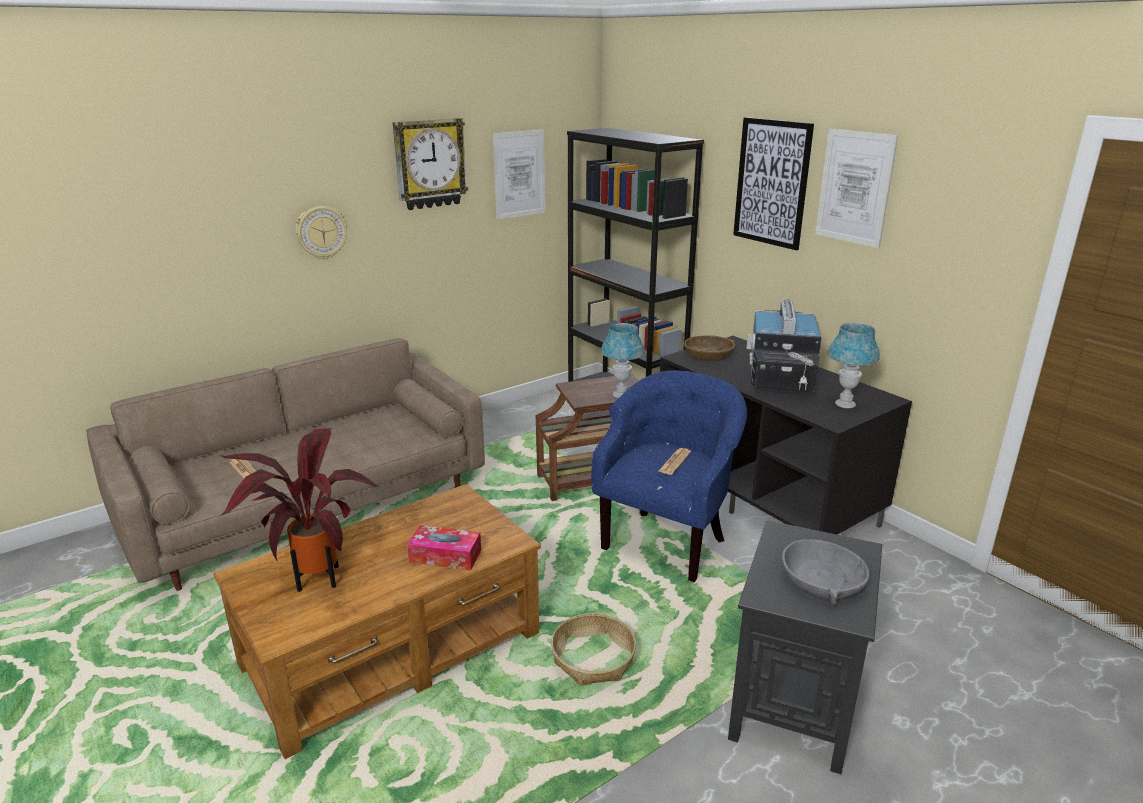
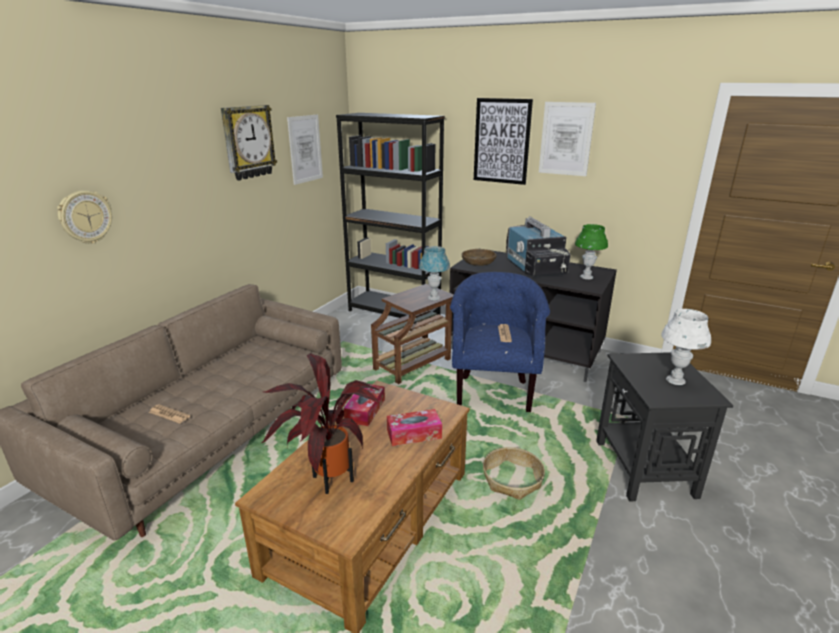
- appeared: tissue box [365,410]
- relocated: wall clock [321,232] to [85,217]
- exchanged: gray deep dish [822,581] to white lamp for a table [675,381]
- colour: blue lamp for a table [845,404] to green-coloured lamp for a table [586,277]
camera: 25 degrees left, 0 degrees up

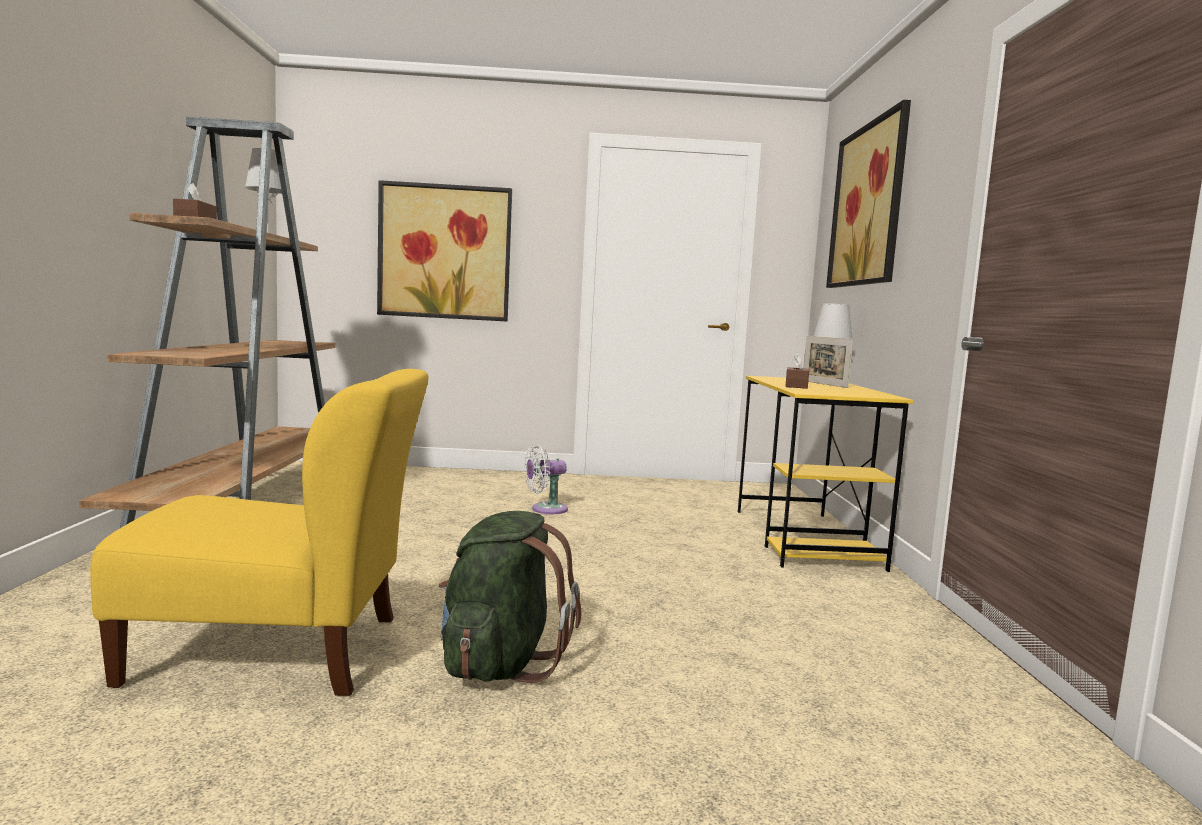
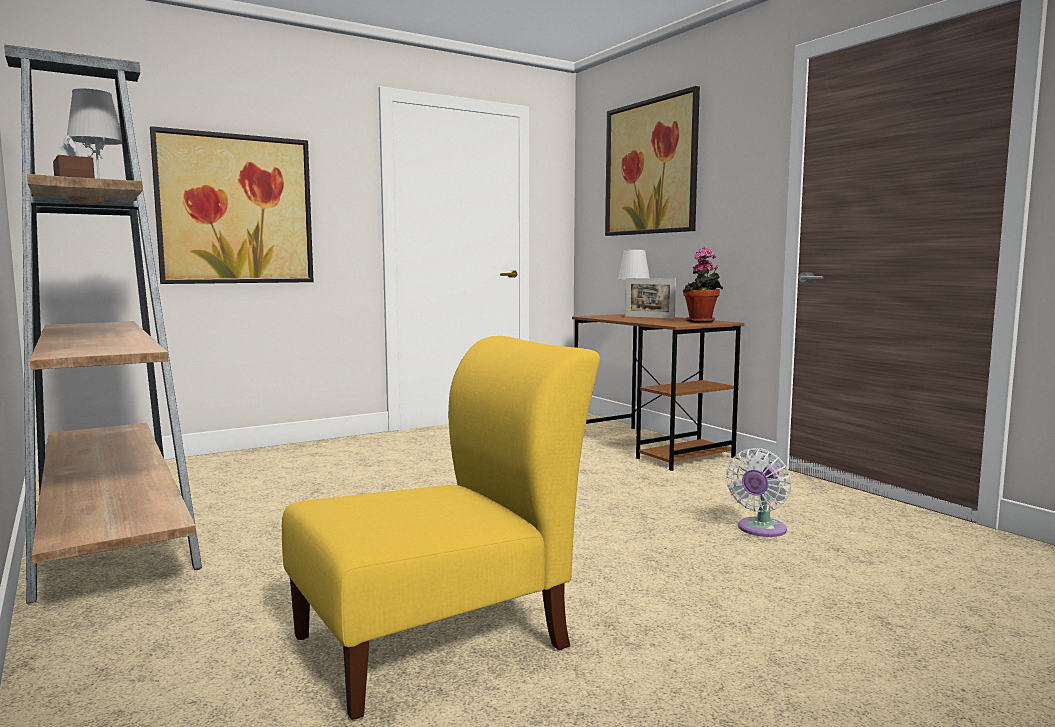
- missing: green-coloured backpack [500,663]
- missing: brown-coloured tissue box [796,386]
- appeared: potted plant [701,321]
- relocated: white fan [545,509] to [760,530]
- colour: yellowish desk table [805,538] to brown-coloured desk table [651,447]
camera: 30 degrees left, 0 degrees up

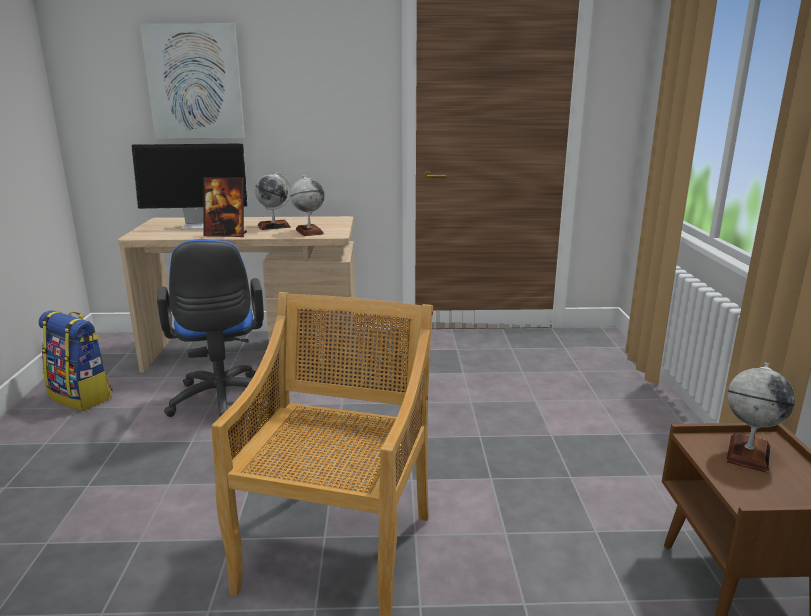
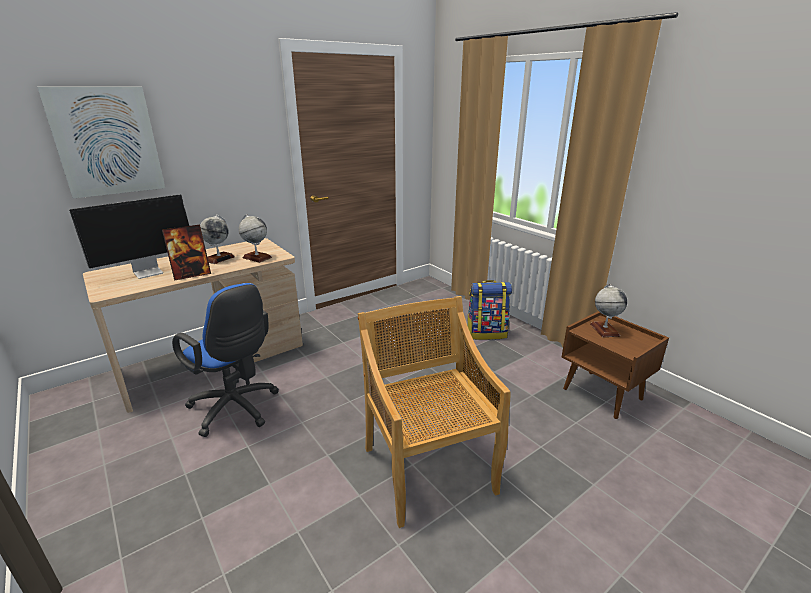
- relocated: backpack [82,397] to [486,333]
camera: 35 degrees left, 5 degrees up

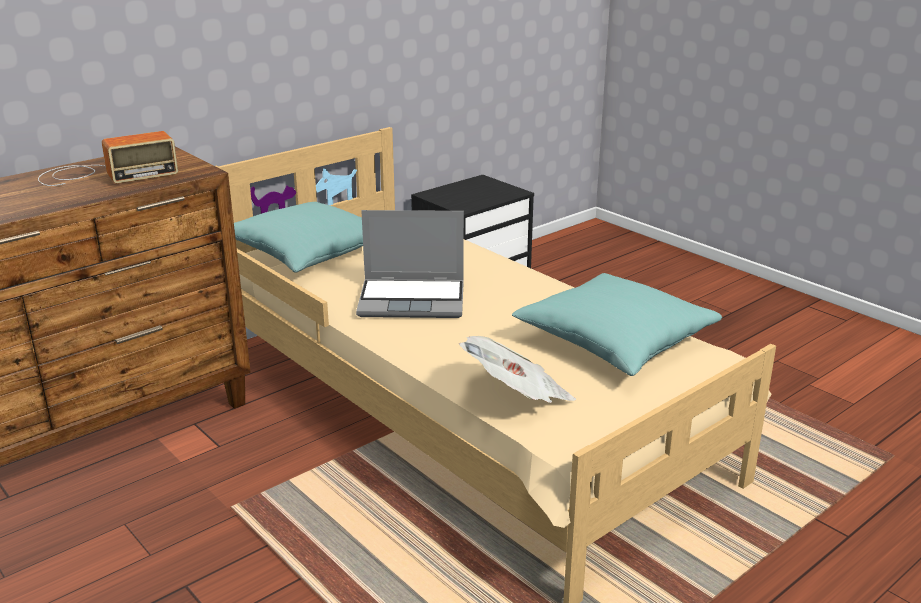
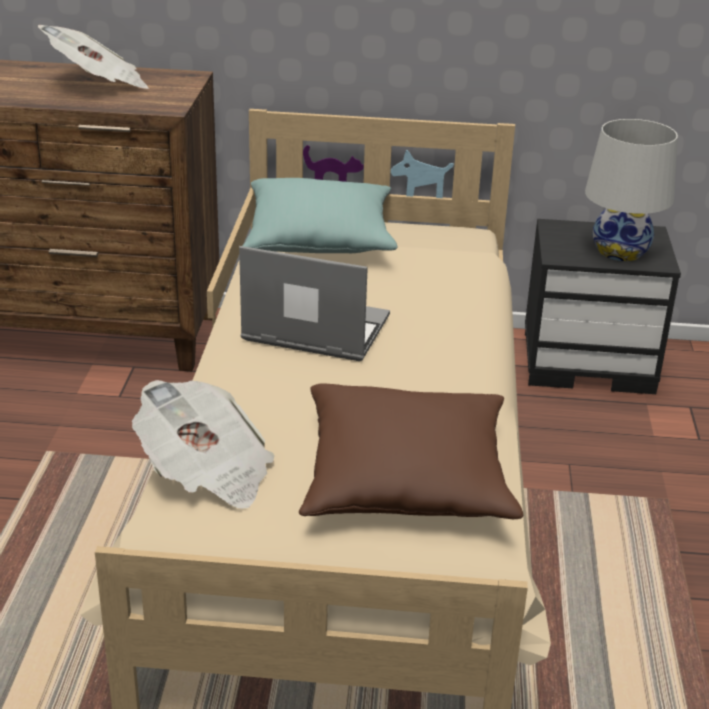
- appeared: white lamp for a table [620,251]
- exchanged: radio set [103,174] to printed paper [98,84]
- colour: turquoise-coloured pillow [614,342] to brown-coloured pillow [406,479]
- spun: laptop [413,300] = [313,330] 150 degrees clockwise
camera: 45 degrees right, 5 degrees up

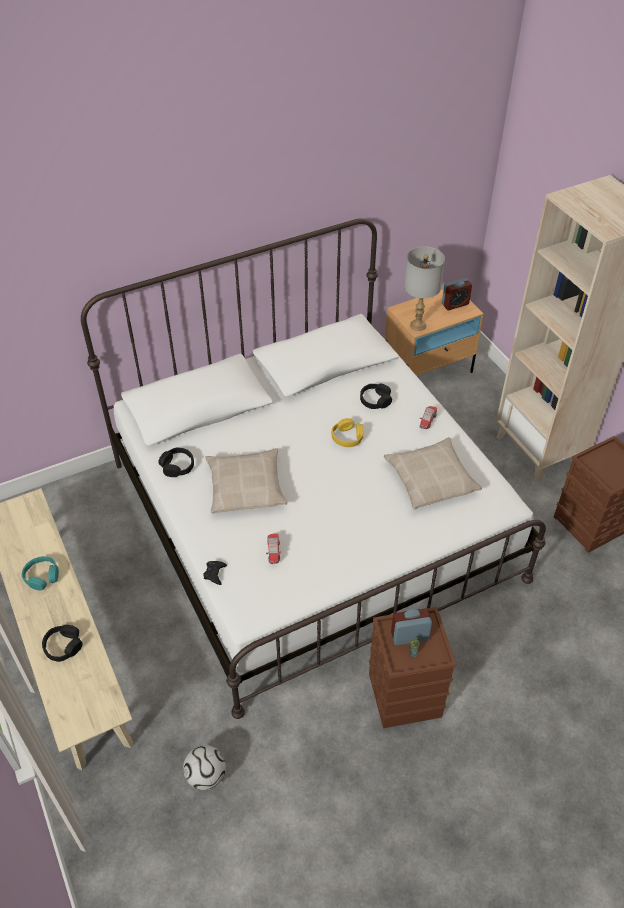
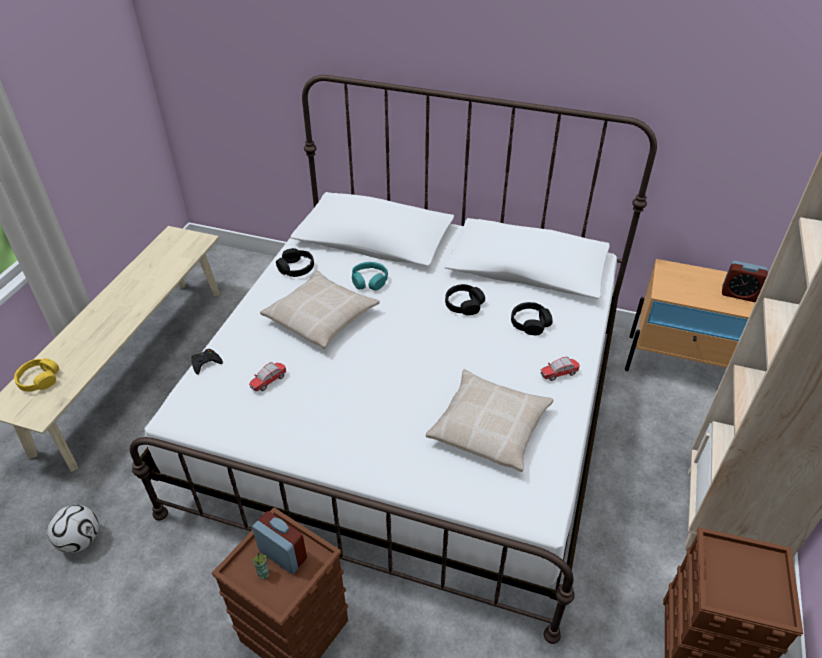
- missing: gray lamp for a table [418,325]
- relocated: turquoise-coloured headset [42,576] to [369,281]
- relocated: black headset [63,646] to [464,304]
- relocated: yellowish headset [347,437] to [39,380]
camera: 45 degrees right, 5 degrees down

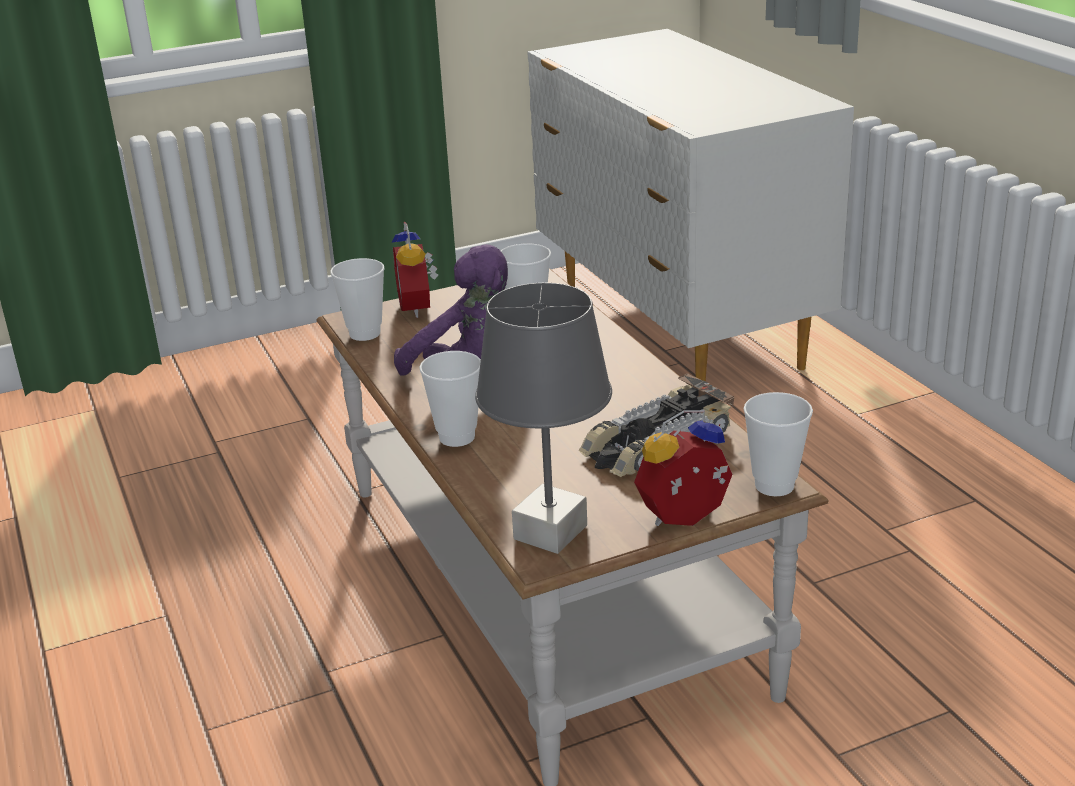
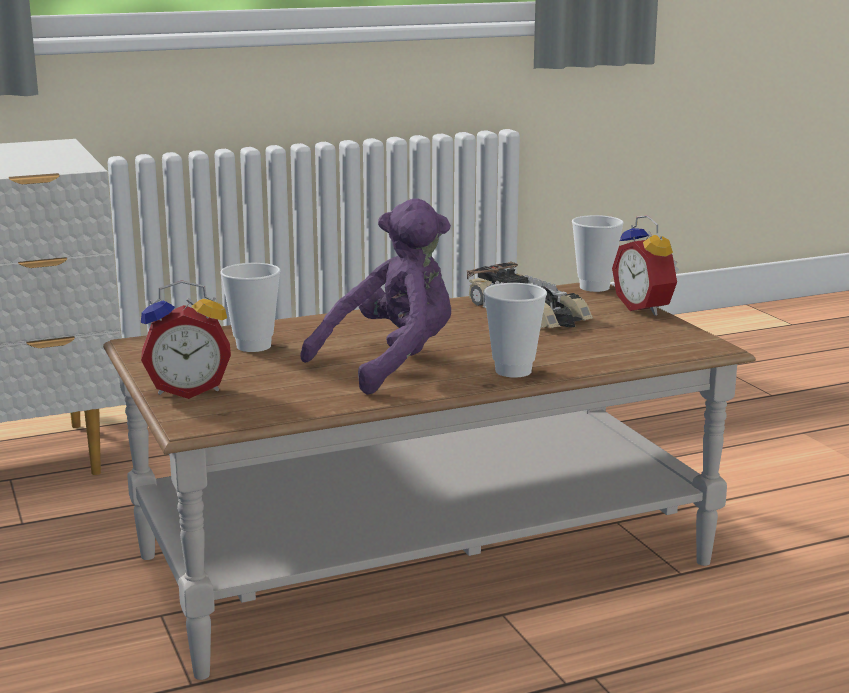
- missing: drinking cup [365,333]
- missing: gray lamp for a table [550,533]
camera: 90 degrees left, 10 degrees down

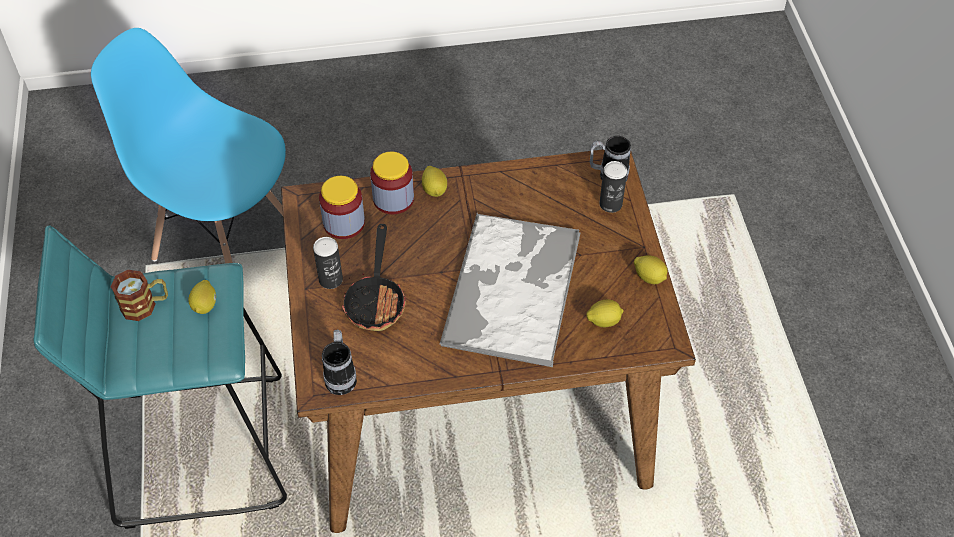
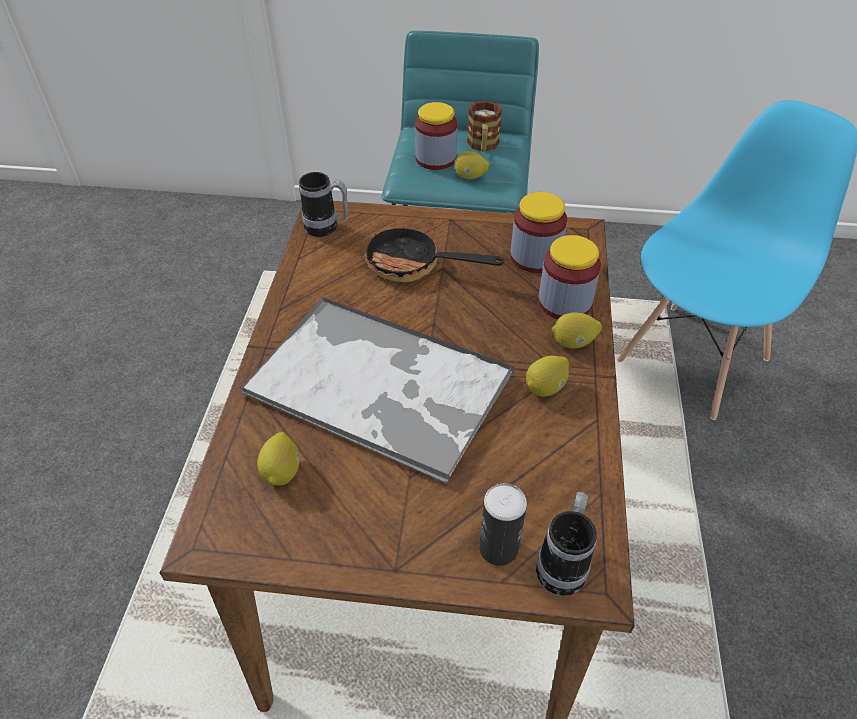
- missing: can [330,279]
- appeared: jar [435,158]
- relocated: citrus fruit [649,277] to [546,387]
camera: 105 degrees right, 5 degrees down

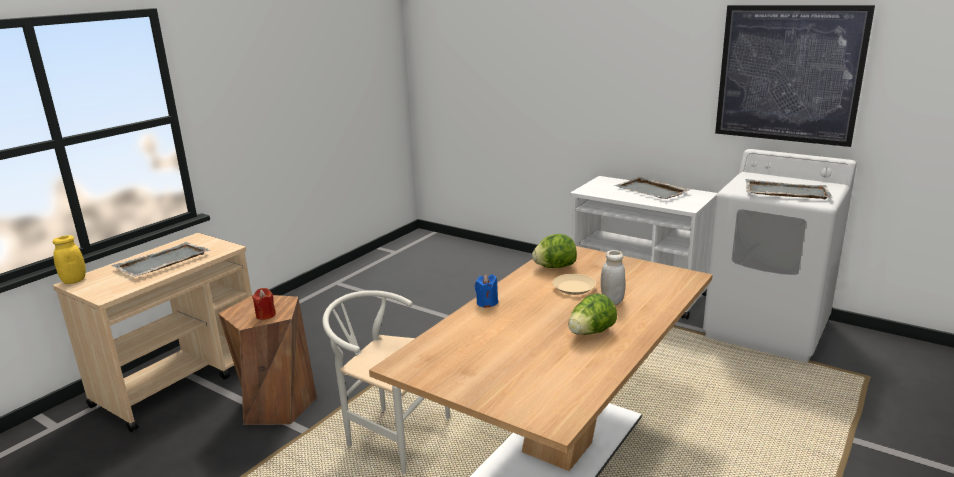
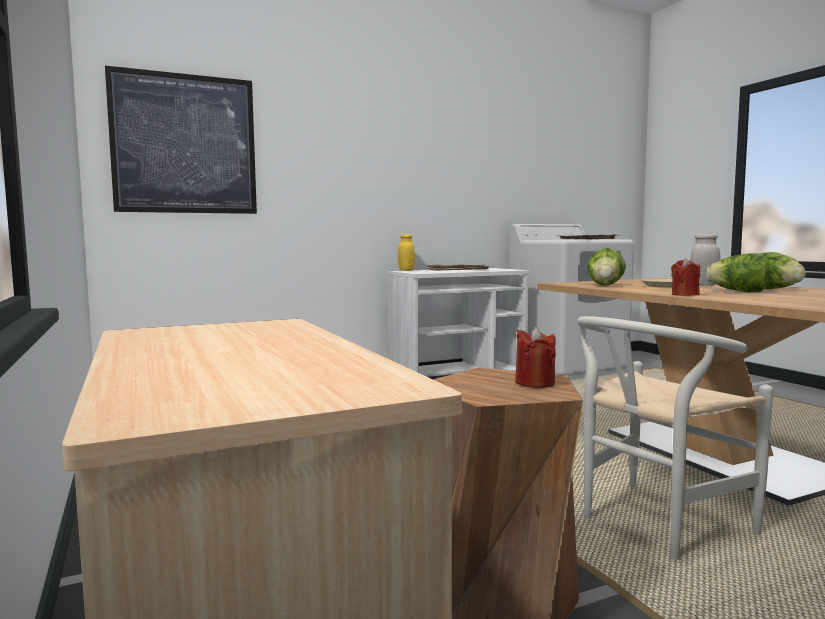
- missing: gray tray [162,262]
- appeared: lettuce [738,292]
- relocated: yellowish jar [74,280] to [406,270]
- relocated: wall art [788,74] to [185,144]
- colour: blue candle [487,303] to reddish candle [685,295]
camera: 60 degrees left, 15 degrees down

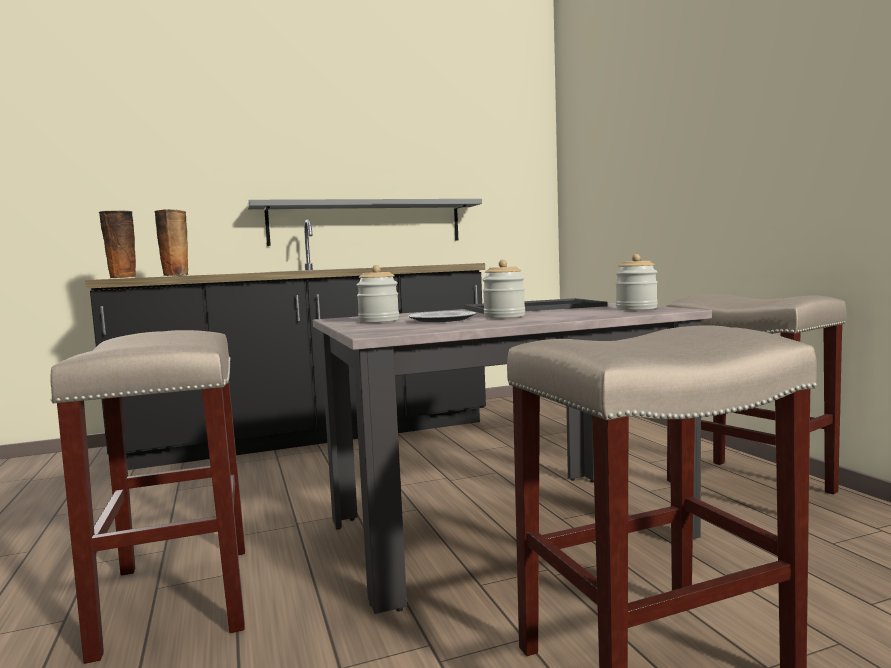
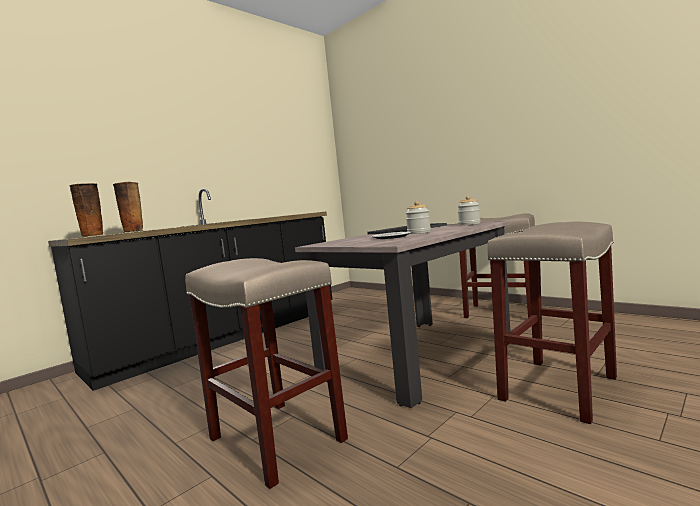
- missing: gray wall shelf [366,223]
- missing: jar [379,320]
camera: 25 degrees left, 0 degrees up

